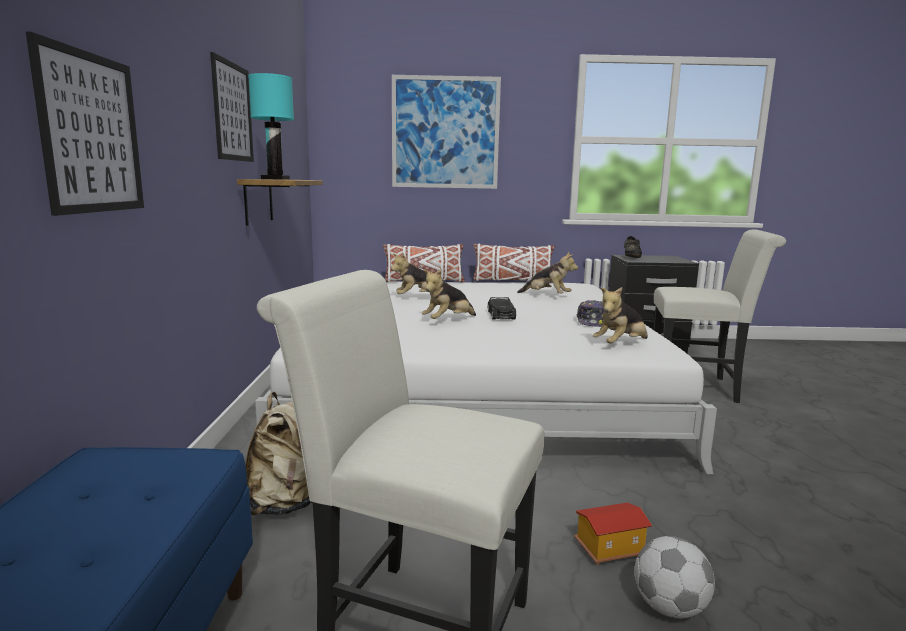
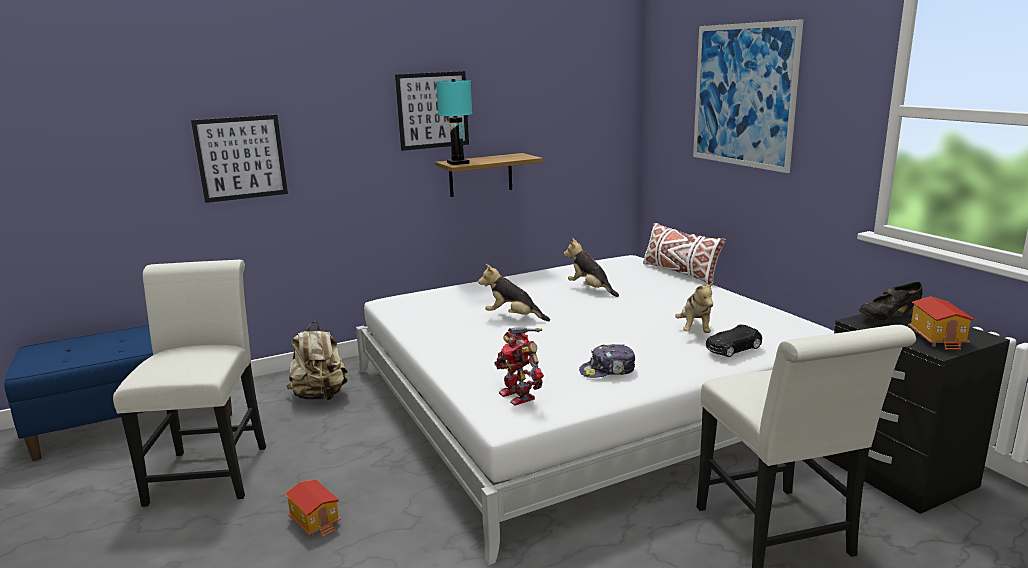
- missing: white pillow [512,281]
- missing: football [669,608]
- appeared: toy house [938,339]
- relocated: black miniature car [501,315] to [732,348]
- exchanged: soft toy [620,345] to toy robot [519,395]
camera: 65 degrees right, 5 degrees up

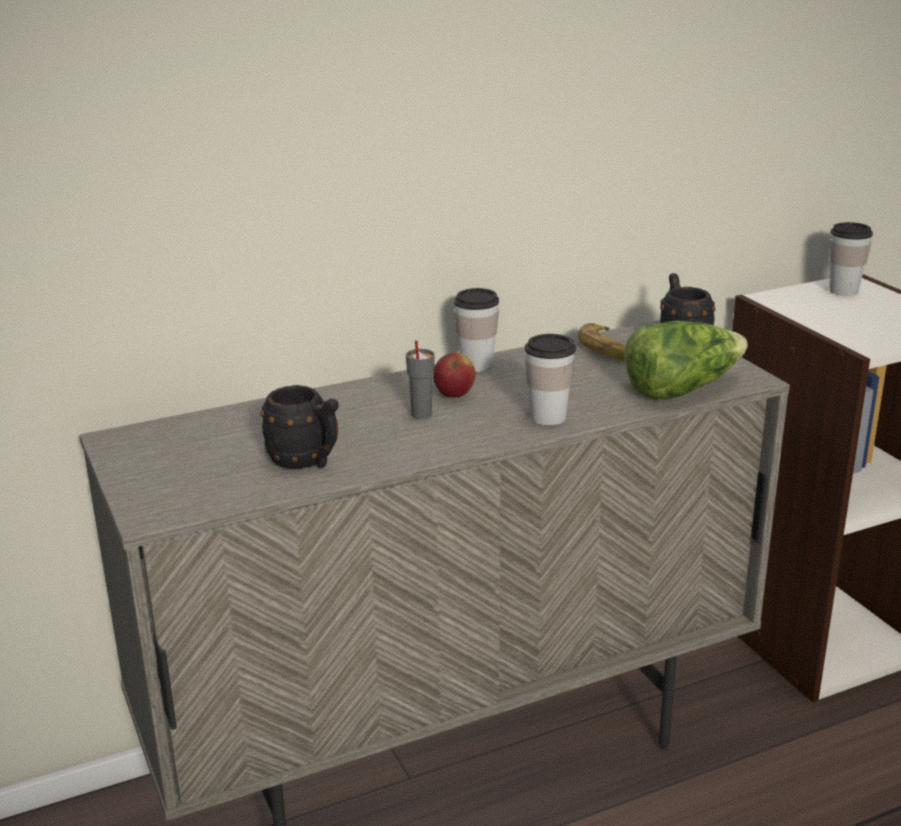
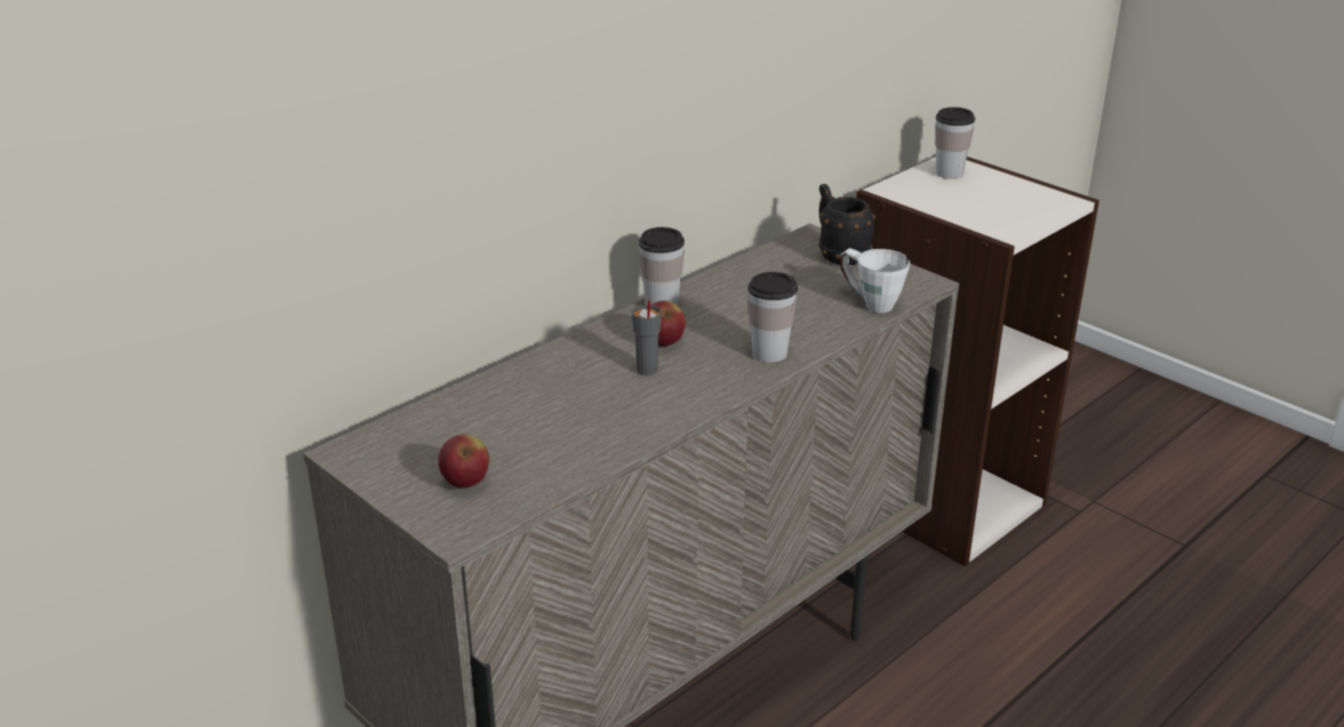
- missing: black mug [306,462]
- missing: banana fruit [608,350]
- appeared: whole apple [466,483]
- exchanged: lettuce [681,388] to white mug [869,302]
camera: 20 degrees left, 5 degrees up

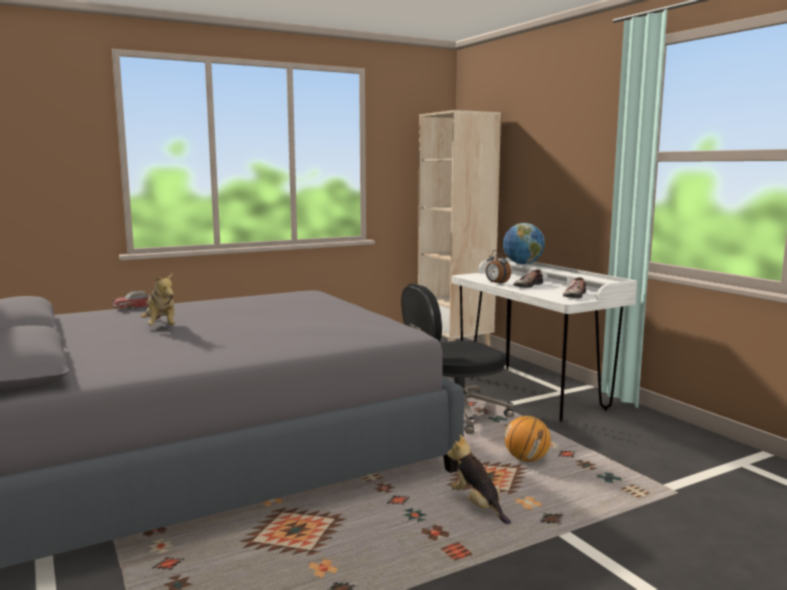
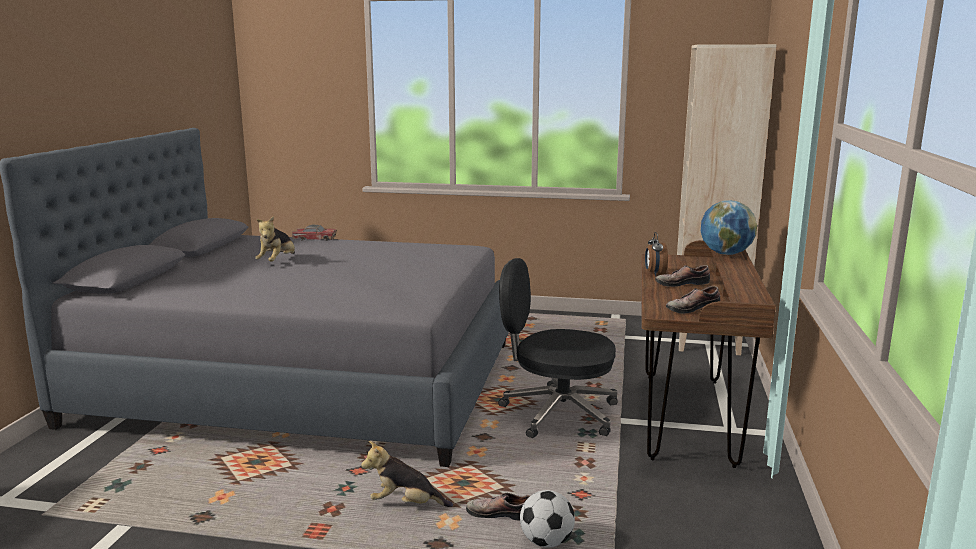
- missing: ball for basketball [526,459]
- appeared: low shoe [500,512]
- appeared: football [546,542]
- colour: white desk table [531,392] to brown-coloured desk table [688,417]
- spun: soft toy [477,505] = [406,504] 90 degrees counterclockwise
camera: 40 degrees right, 5 degrees up

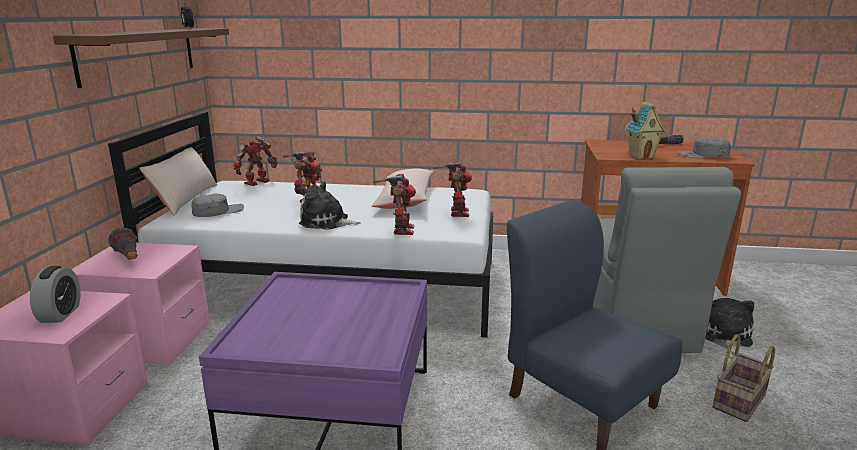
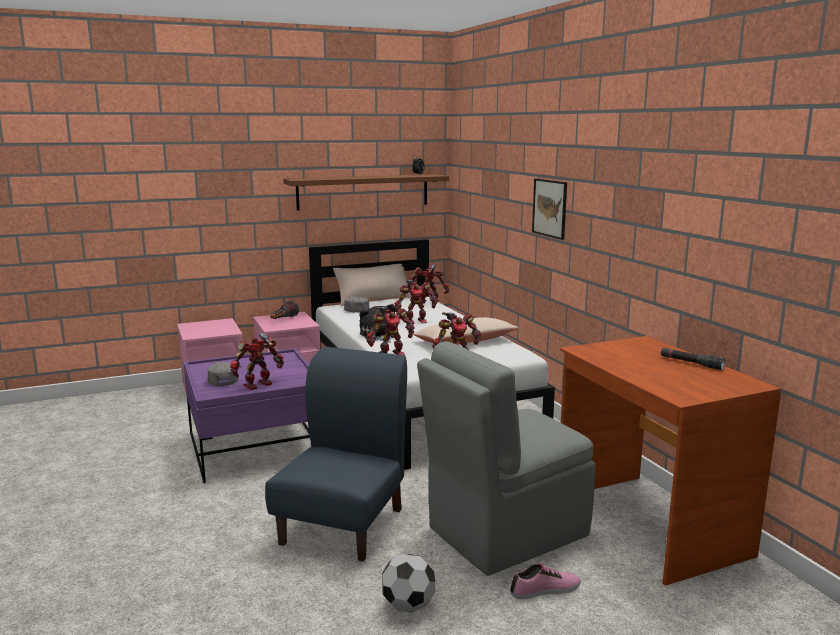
- missing: bedside clock [60,314]
- missing: toy house [641,156]
- appeared: toy robot [259,385]
- appeared: wall art [550,208]
- relocated: gray cap [702,155] to [221,378]
- exchanged: soft toy [725,336] to low shoe [545,590]
- exchanged: storage basket [740,402] to football [408,606]
camera: 60 degrees right, 5 degrees down

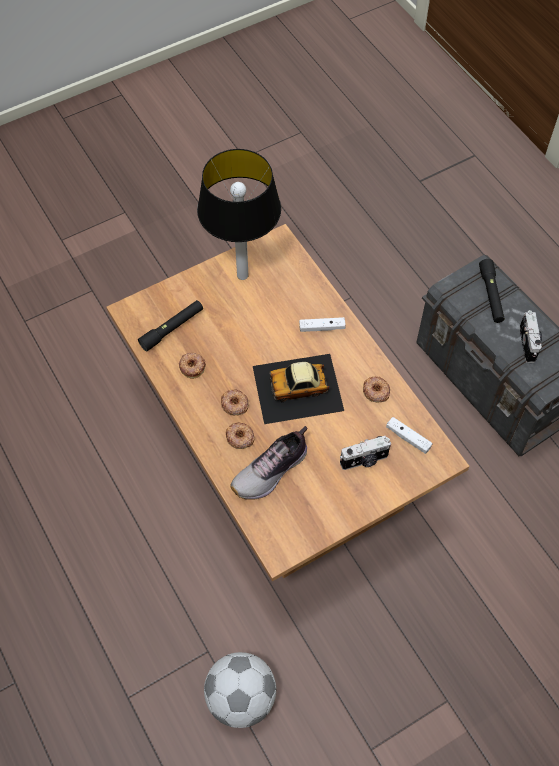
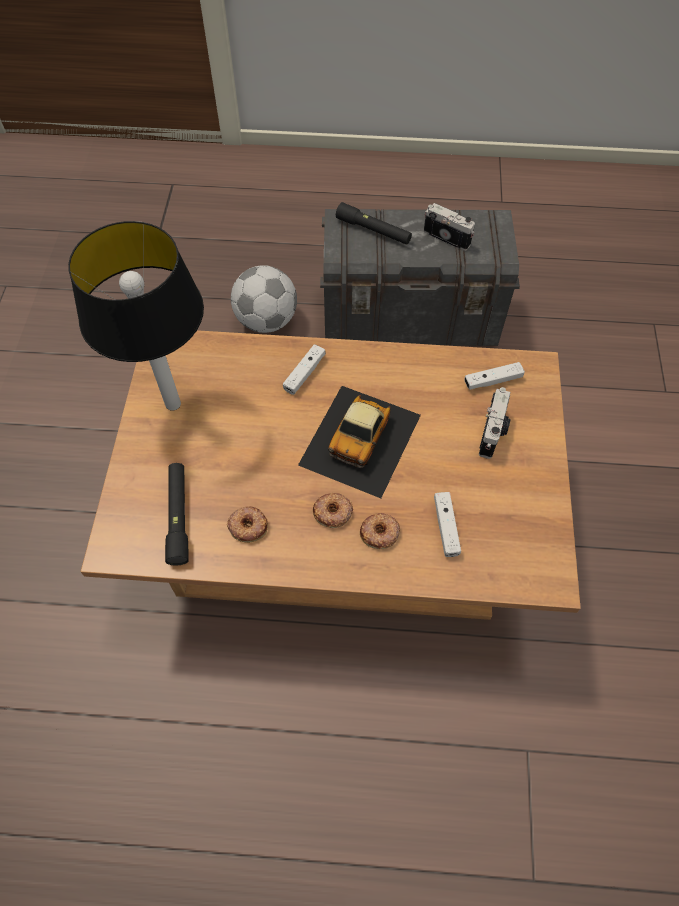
- missing: donut [376,391]
- relocated: football [241,697] to [266,320]
- exchanged: low shoe [271,471] to white joypad [446,527]
camera: 55 degrees left, 0 degrees up

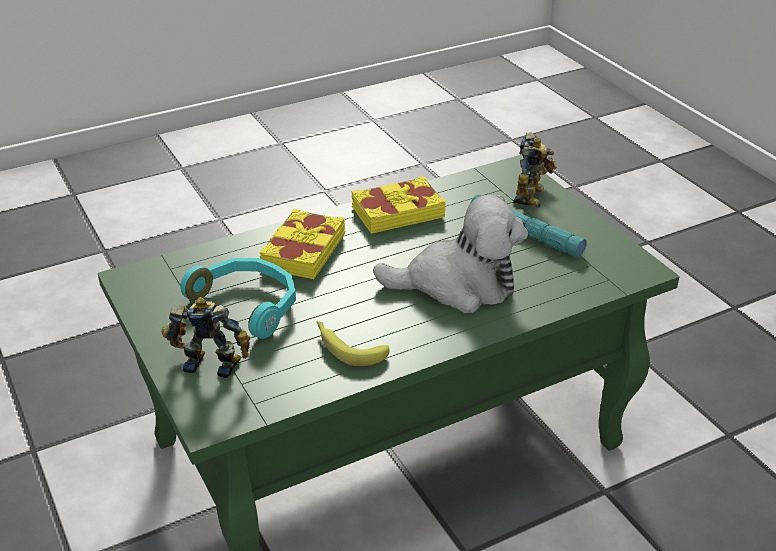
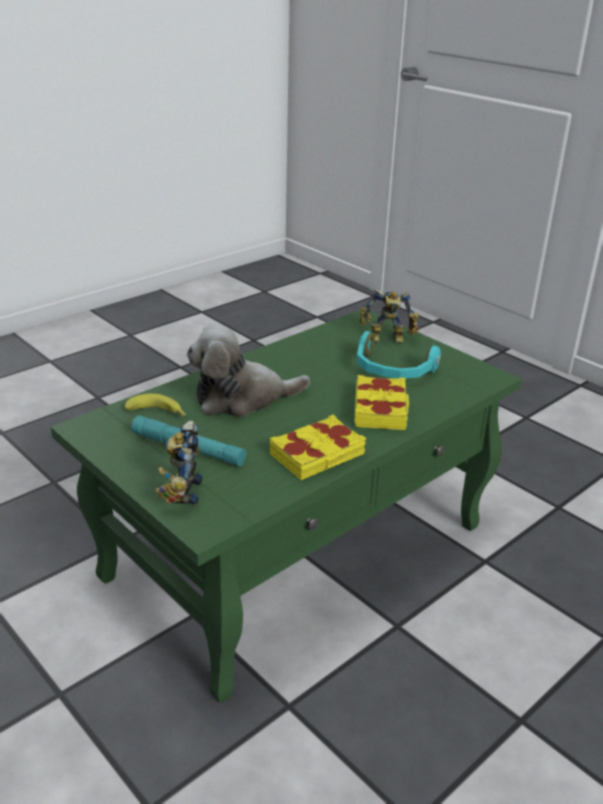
- relocated: banana fruit [347,347] to [159,413]
camera: 165 degrees right, 5 degrees down

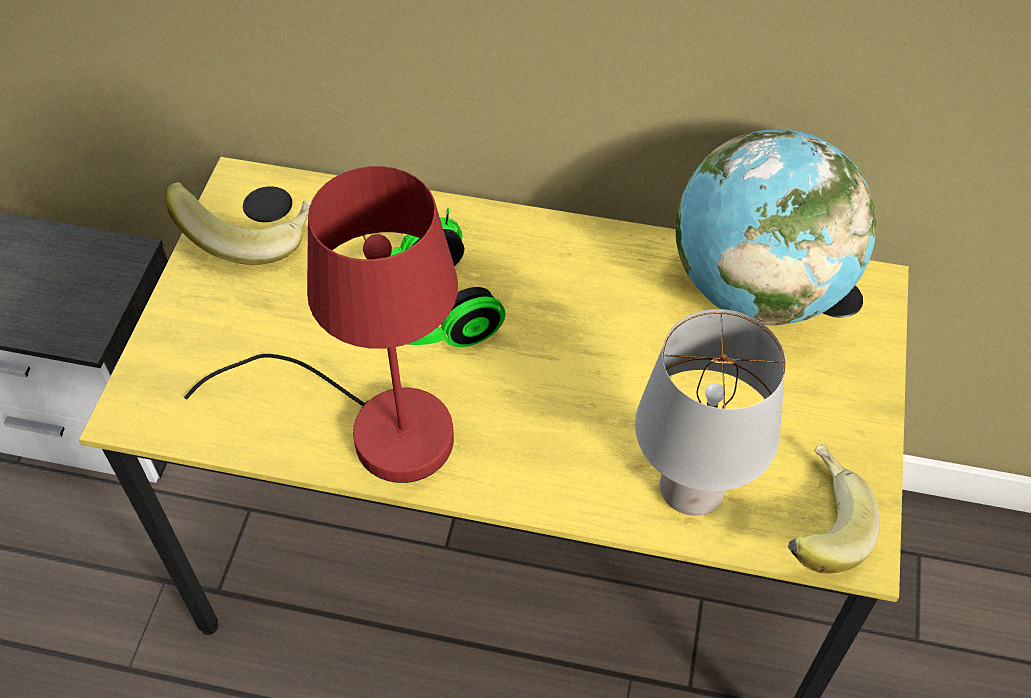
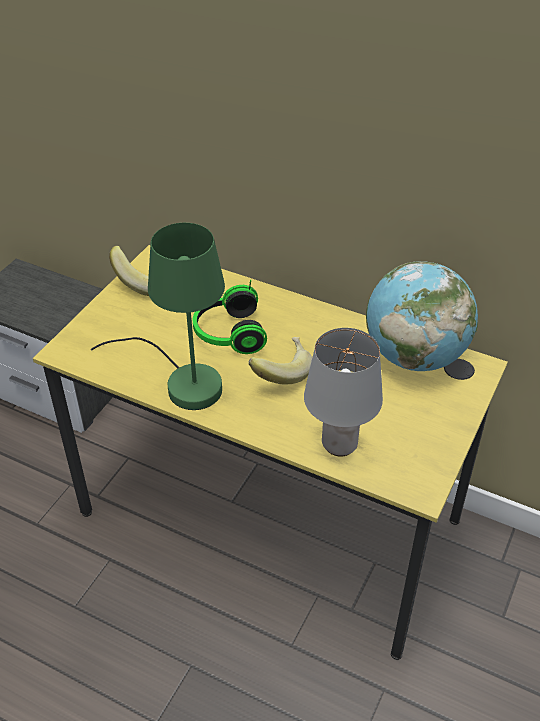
- relocated: banana fruit [814,525] to [280,372]
- colour: reddish lamp for a table [376,426] to green-coloured lamp for a table [182,381]
camera: 15 degrees right, 10 degrees down

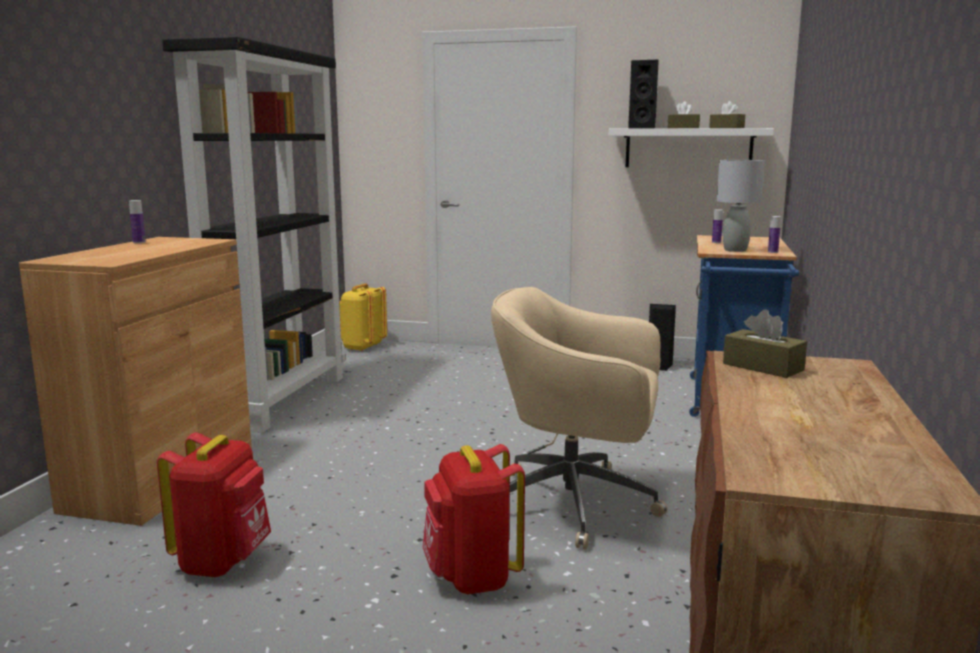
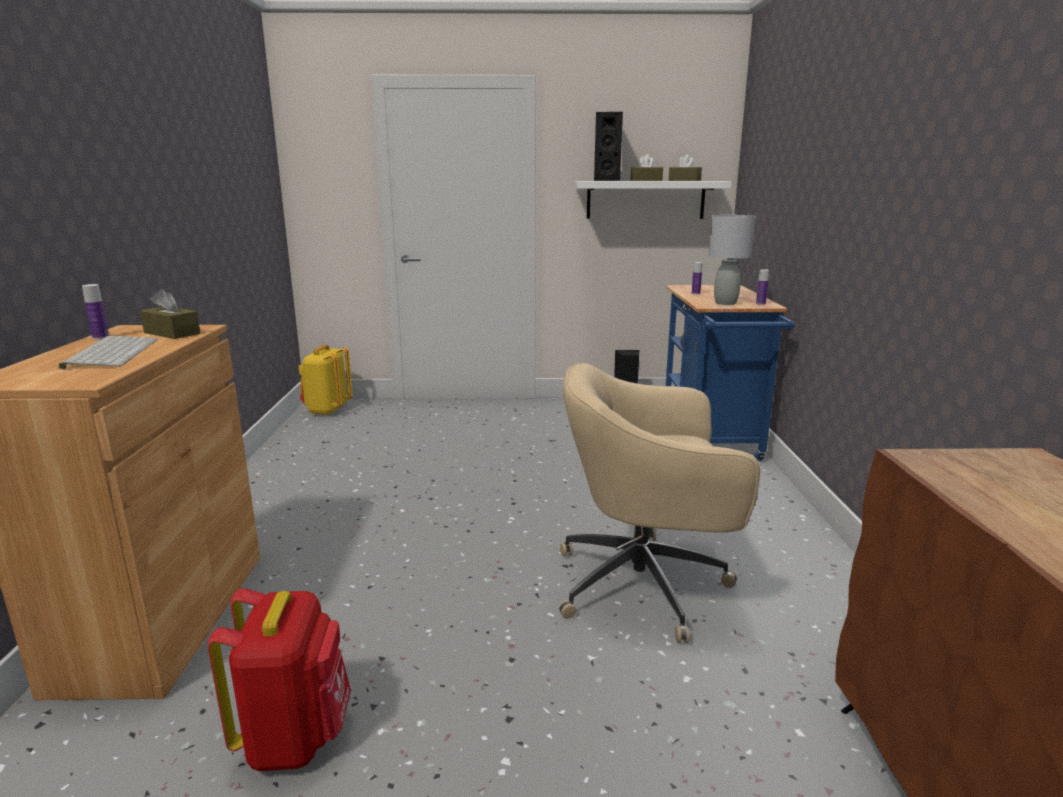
- missing: black bookshelf [280,400]
- missing: reddish backpack [472,578]
- appeared: keyboard [111,353]
- relocated: brown-coloured tissue box [763,367] to [172,333]
camera: 15 degrees left, 5 degrees up

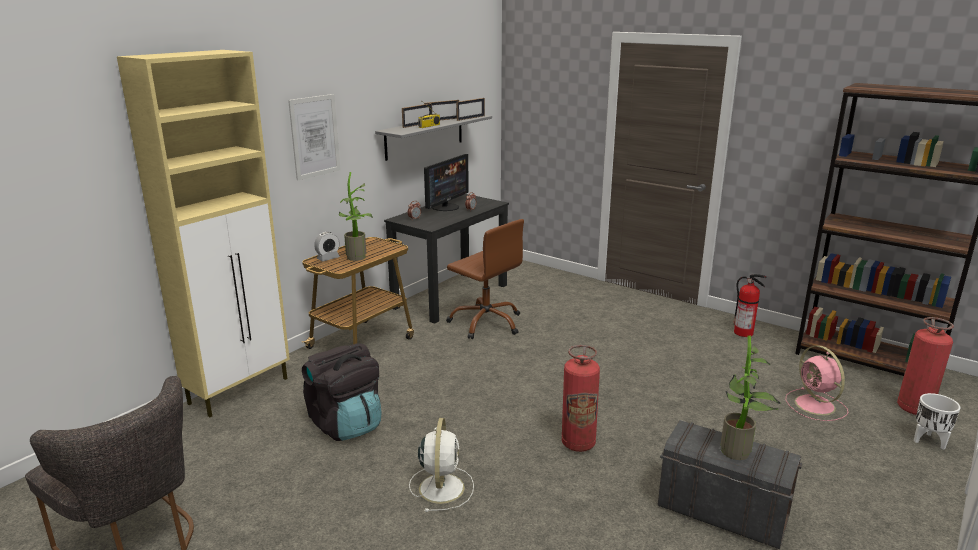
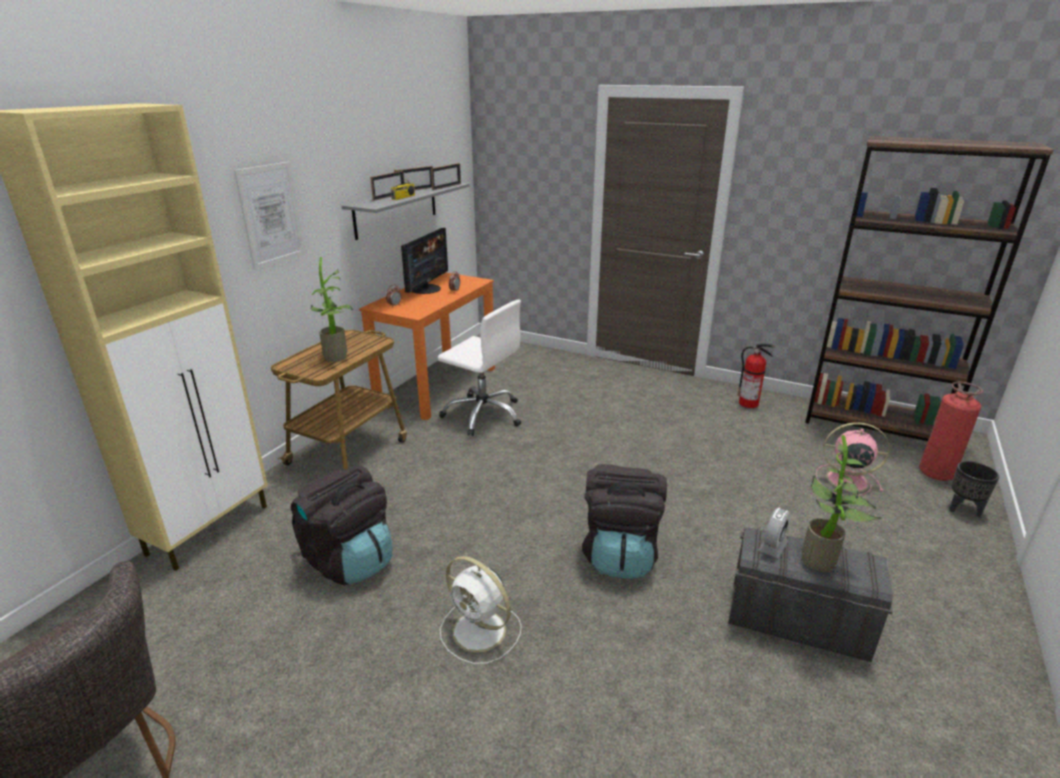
- relocated: bedside clock [328,258] to [773,547]
- exchanged: fire-fighting cylinder [578,443] to black backpack [620,554]
- colour: black desk table [451,296] to orangey desk table [437,386]
- colour: brown-coloured computer chair [486,323] to white computer chair [483,414]
- colour: white plant pot [928,441] to black plant pot [962,509]
- spun: white fan [441,487] = [481,632] 135 degrees clockwise
- spun: pinkish fan [816,406] = [845,480] 135 degrees clockwise
camera: 10 degrees left, 5 degrees up

